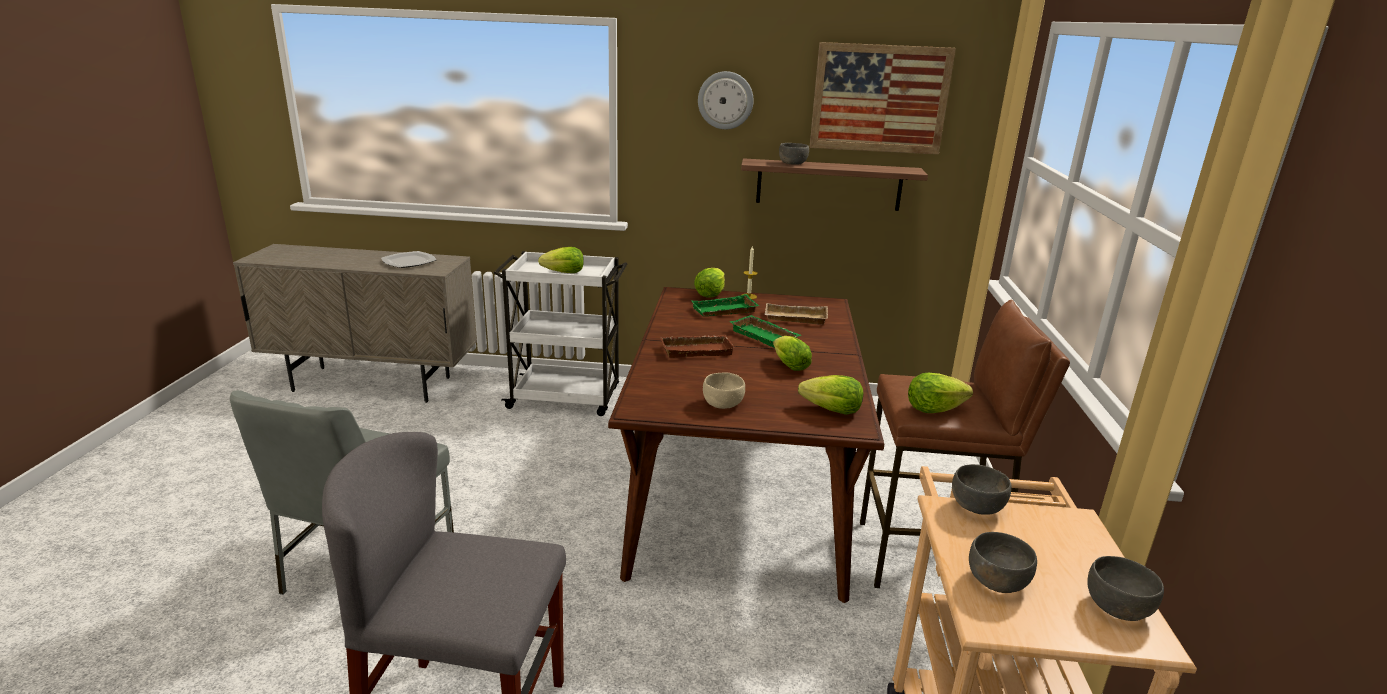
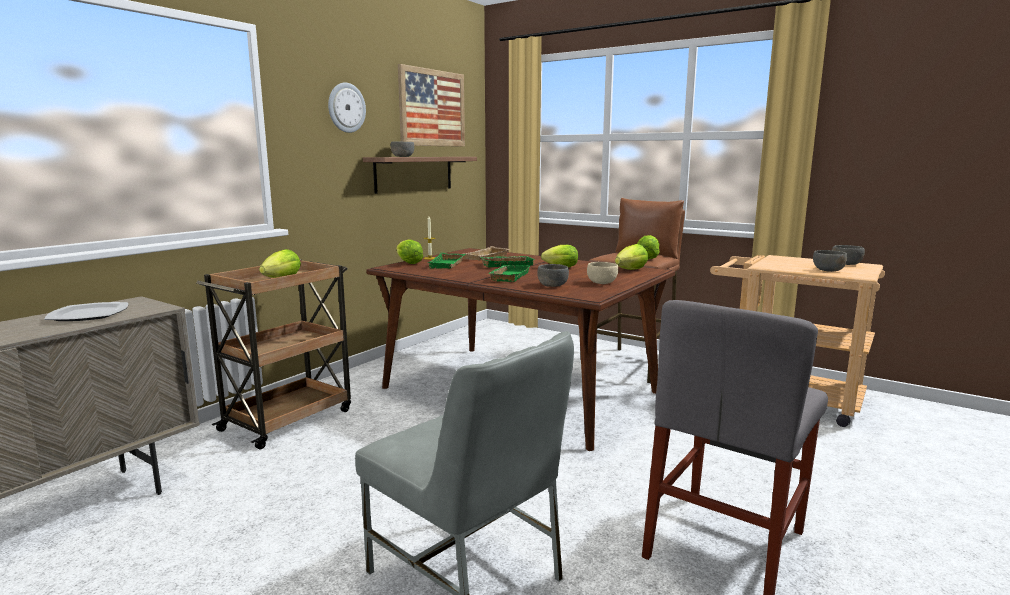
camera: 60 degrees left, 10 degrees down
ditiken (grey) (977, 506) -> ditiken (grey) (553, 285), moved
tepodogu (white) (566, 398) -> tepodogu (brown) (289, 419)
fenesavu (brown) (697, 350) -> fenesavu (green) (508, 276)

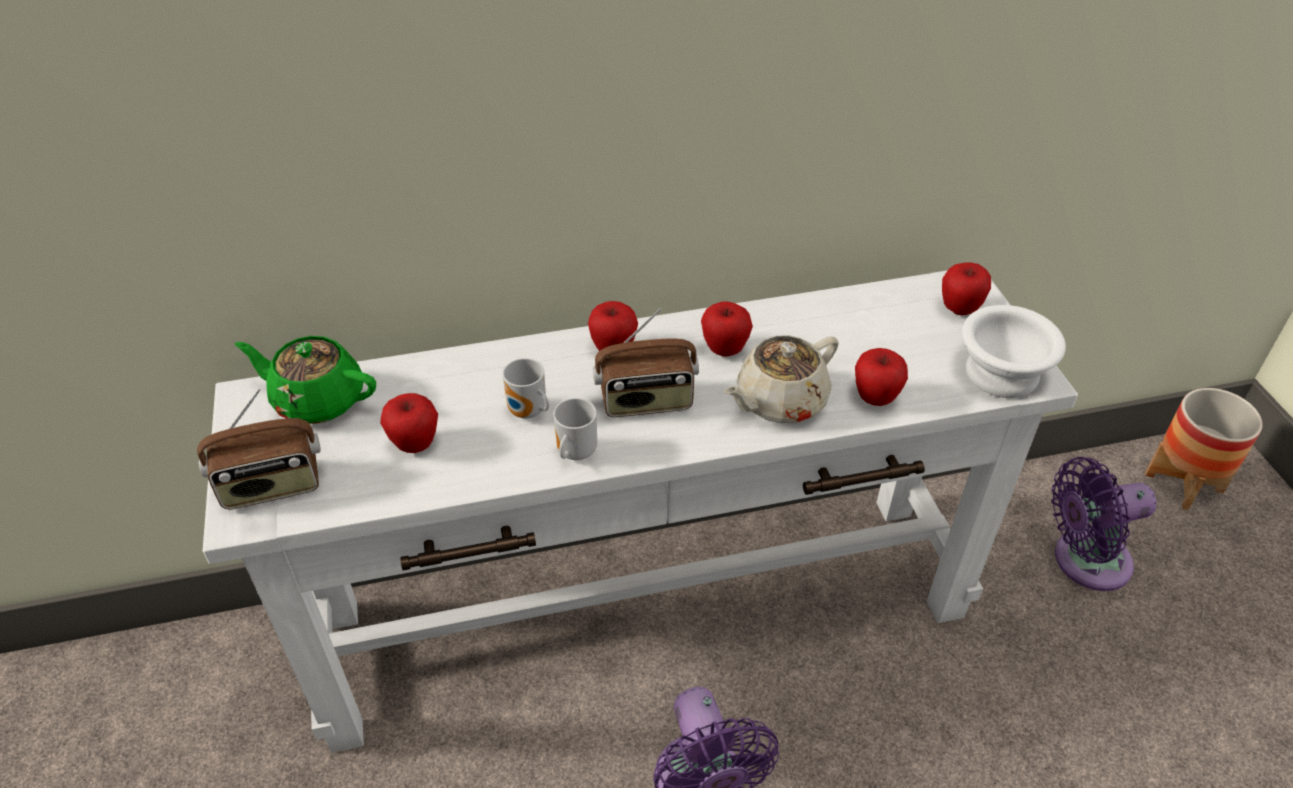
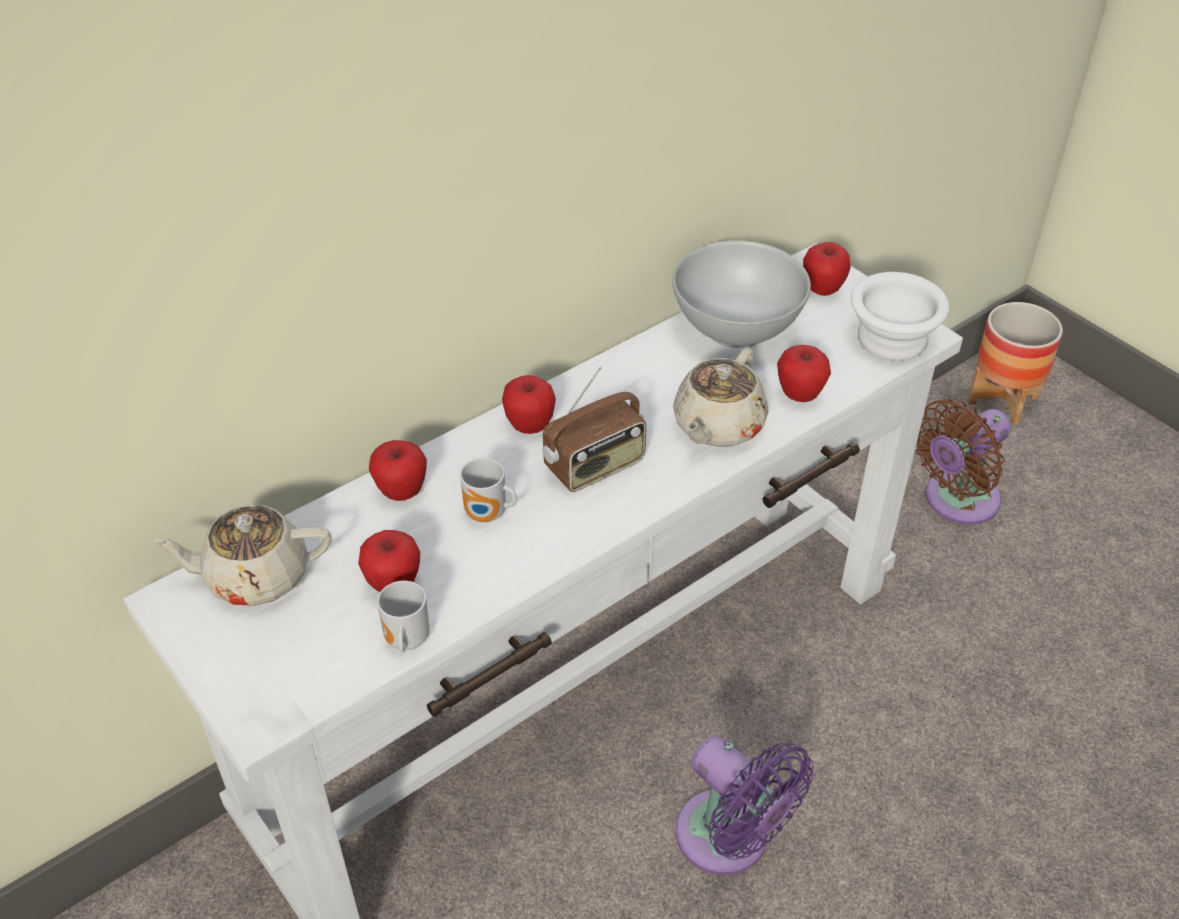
camera: 25 degrees left, 0 degrees up
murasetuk (272, 486) -> none
none -> ditiken (white) (737, 329)
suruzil (574, 453) -> suruzil (405, 642), moved
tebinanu (724, 349) -> tebinanu (401, 492), moved
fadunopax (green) (317, 400) -> fadunopax (beige) (255, 576)
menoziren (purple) (1084, 561) -> menoziren (brown) (956, 501)

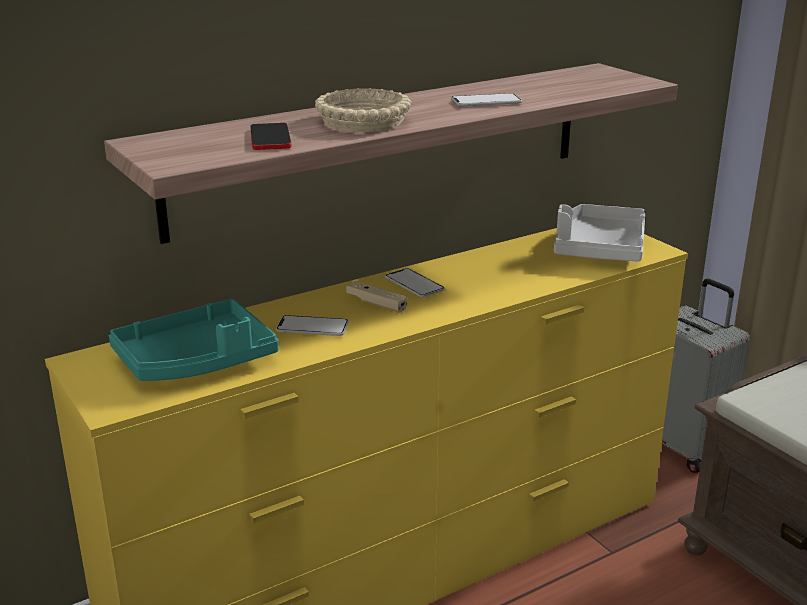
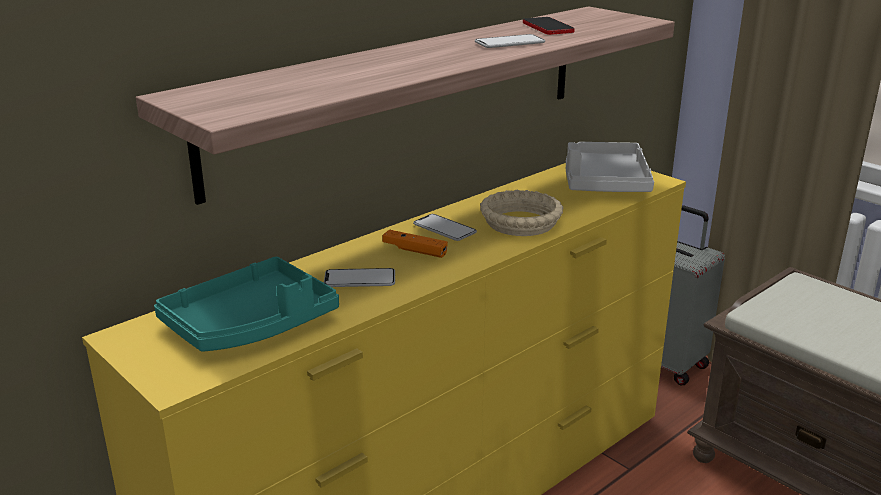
camera: 10 degrees left, 0 degrees up
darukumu (270, 138) -> darukumu (547, 27), moved
ditiken (beige) (363, 121) -> ditiken (beige) (520, 222), moved
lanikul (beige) (376, 303) -> lanikul (orange) (414, 250)

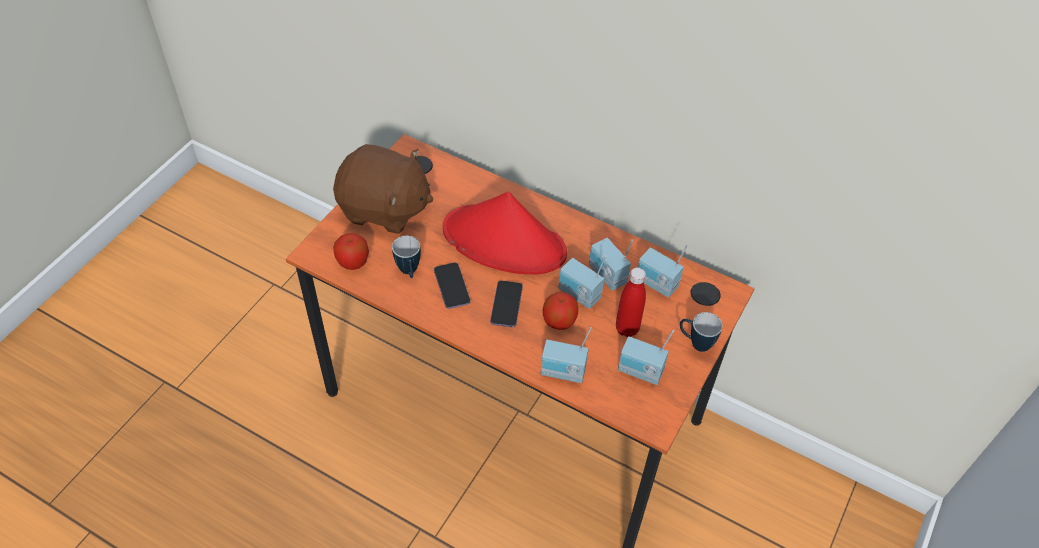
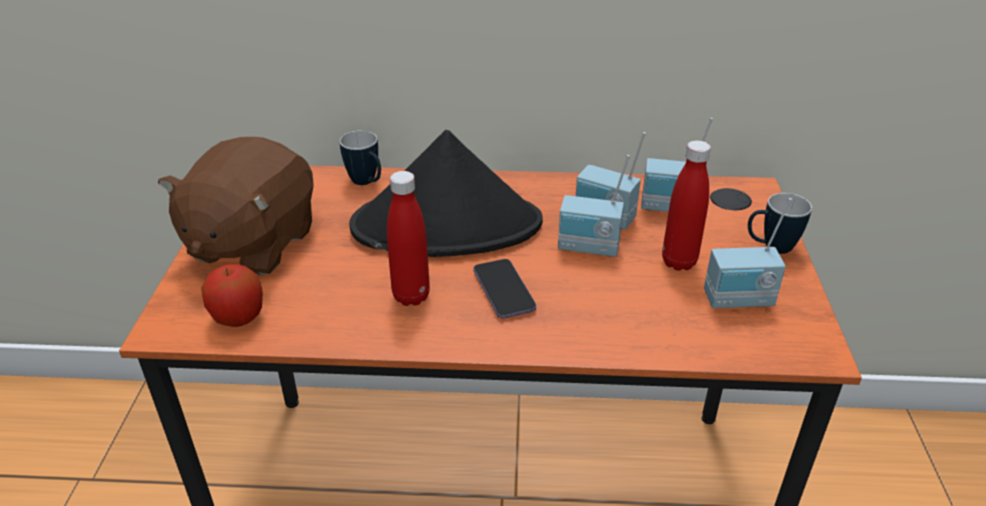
camera: 25 degrees left, 15 degrees down
murasetuk (562, 373) -> none
tebinanu (559, 321) -> none
suruzil (409, 272) -> suruzil (367, 183), moved
darukumu (452, 286) -> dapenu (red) (411, 296)
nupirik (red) (505, 242) -> nupirik (black) (448, 226)
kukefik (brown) (384, 209) -> kukefik (brown) (251, 243), 120 degrees clockwise

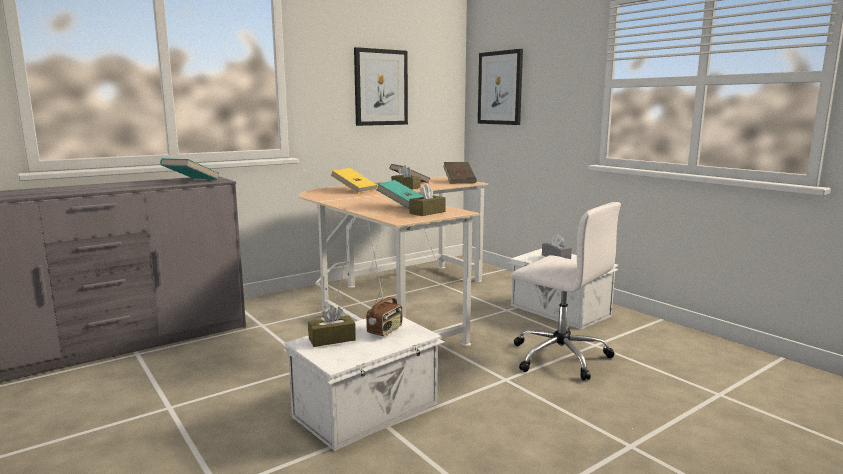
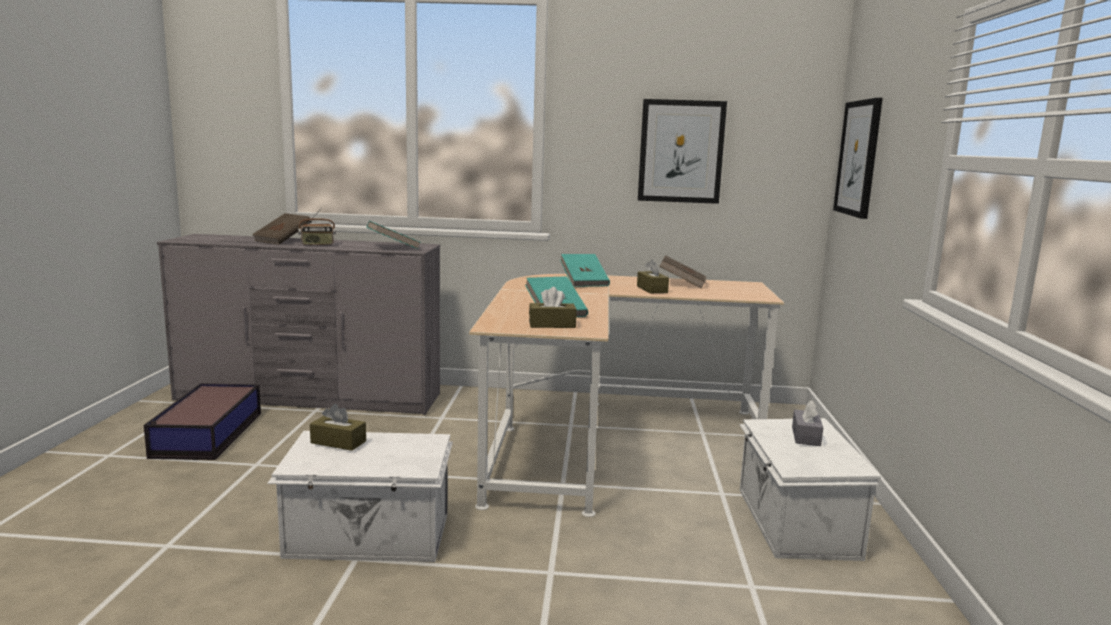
camera: 40 degrees right, 0 degrees up
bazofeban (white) (558, 356) -> none
none -> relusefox (207, 435)
murasetuk (385, 330) -> murasetuk (317, 245), moved
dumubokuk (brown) (459, 181) -> dumubokuk (brown) (283, 241), moved
dumubokuk (yellow) (354, 190) -> dumubokuk (turquoise) (584, 282)

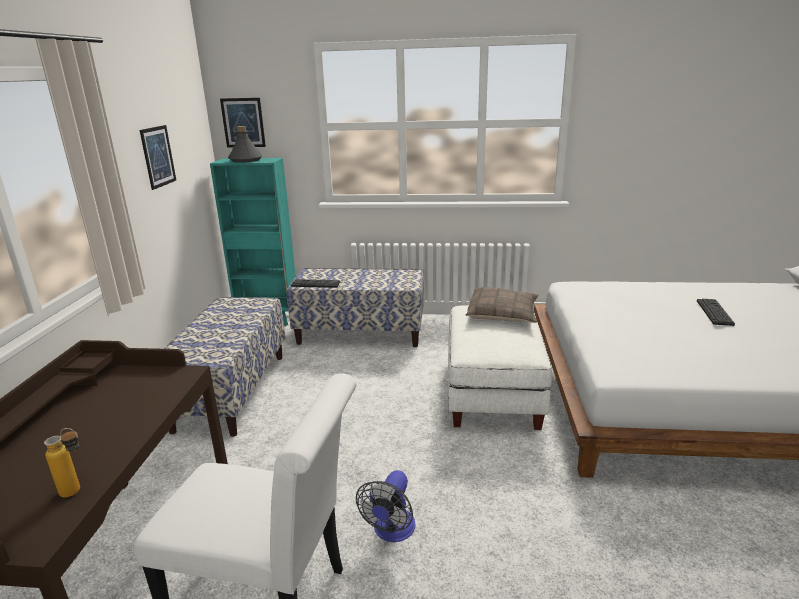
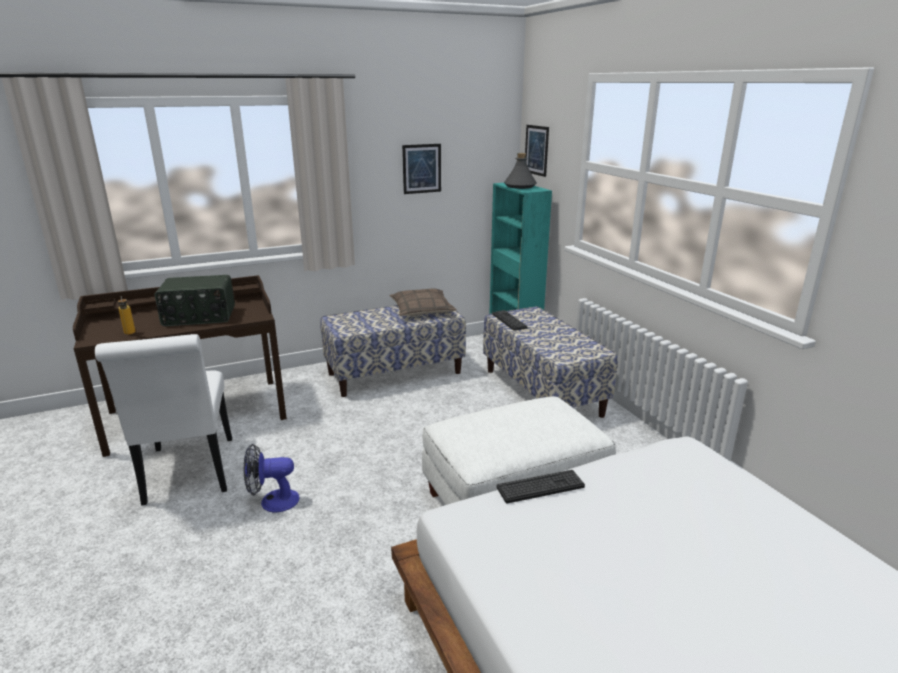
camera: 60 degrees right, 0 degrees up
none -> murasetuk (199, 317)
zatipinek (502, 314) -> zatipinek (422, 310), moved
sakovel (714, 312) -> sakovel (540, 487), moved

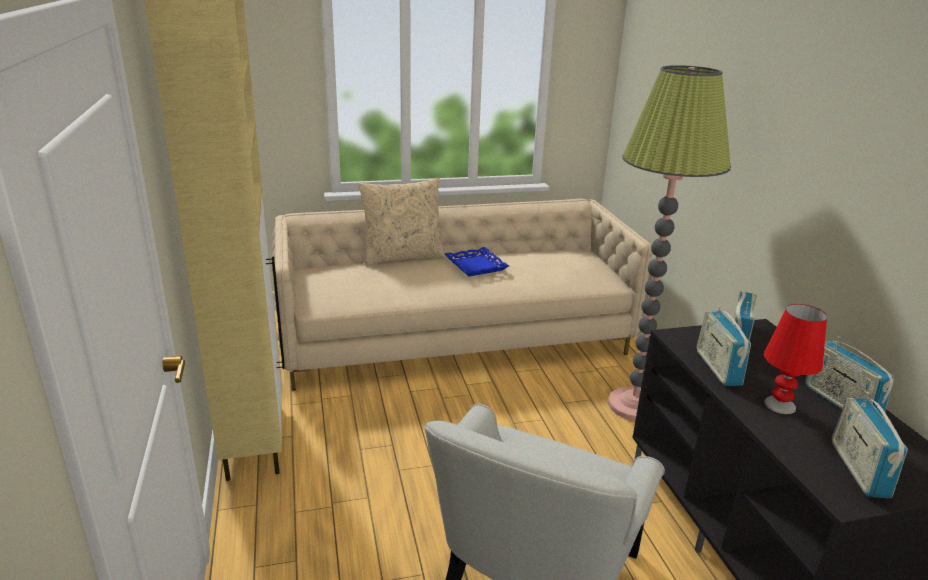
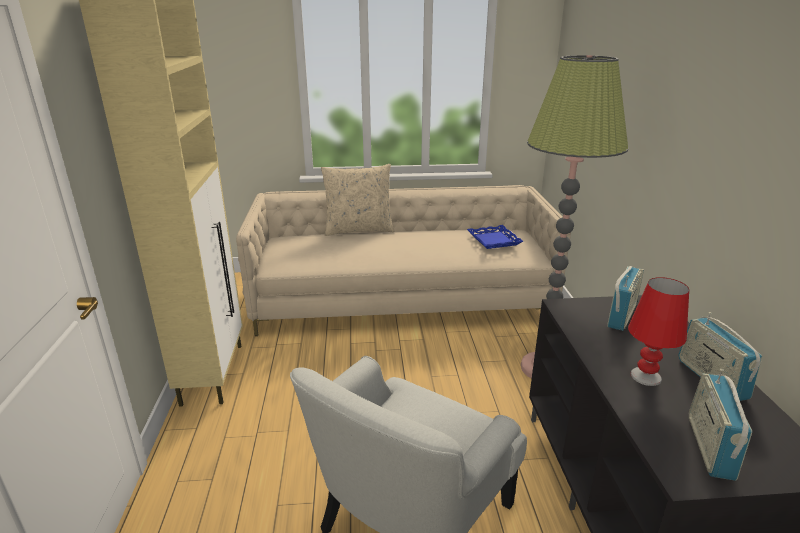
camera: 10 degrees right, 0 degrees up
murasetuk (717, 368) -> none
fenesavu (blue) (476, 266) -> fenesavu (blue) (494, 240), moved

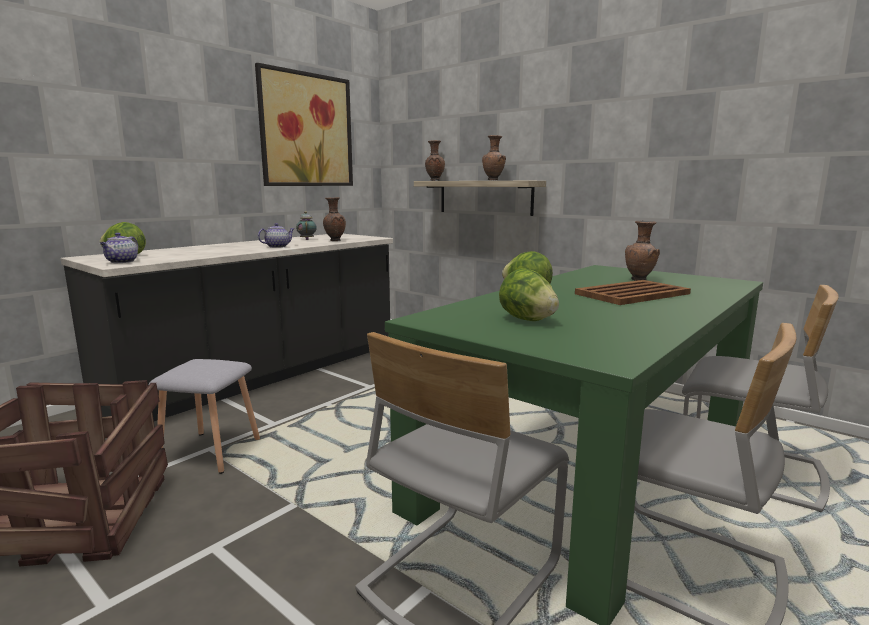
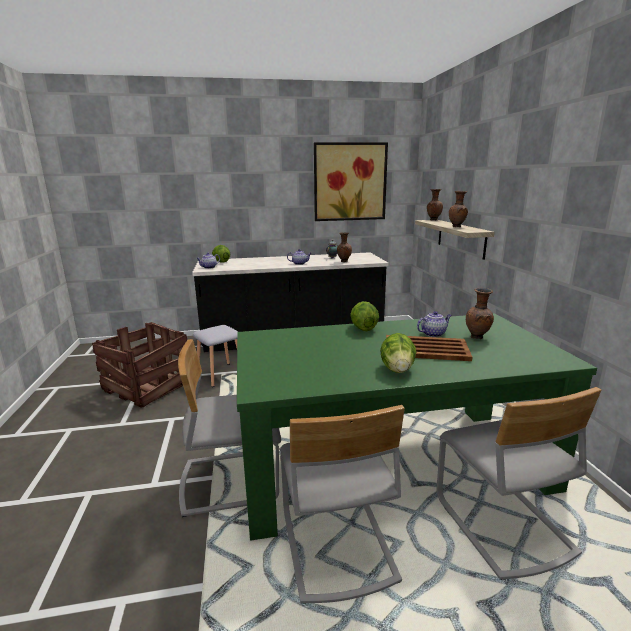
camera: 40 degrees right, 5 degrees up
none -> fadunopax (433, 334)
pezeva (527, 320) -> pezeva (397, 369), moved

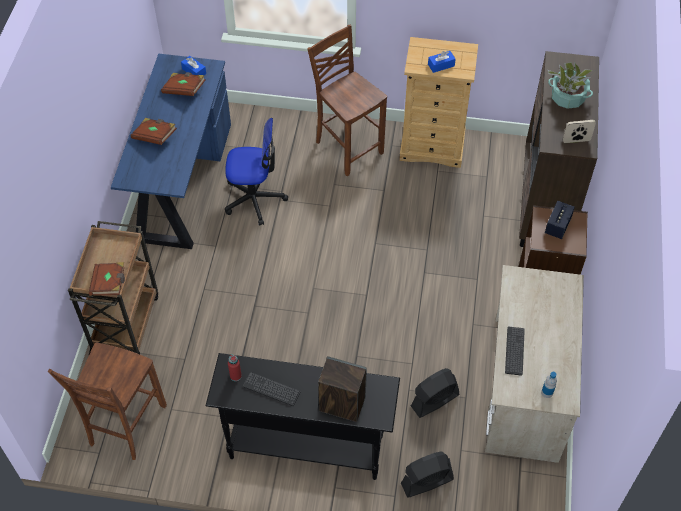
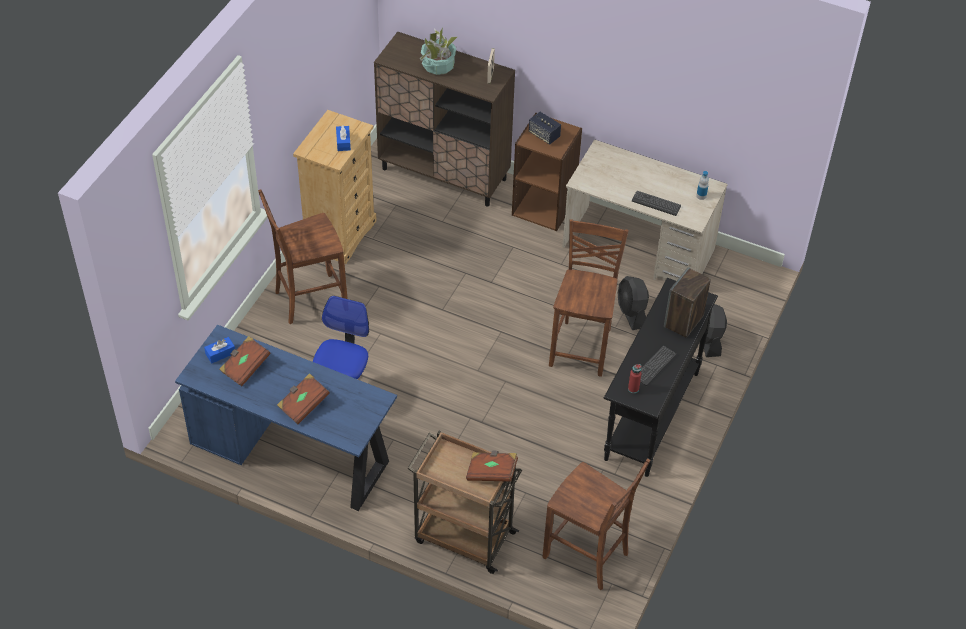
camera: 75 degrees left, 5 degrees down
none -> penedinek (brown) (582, 347)

